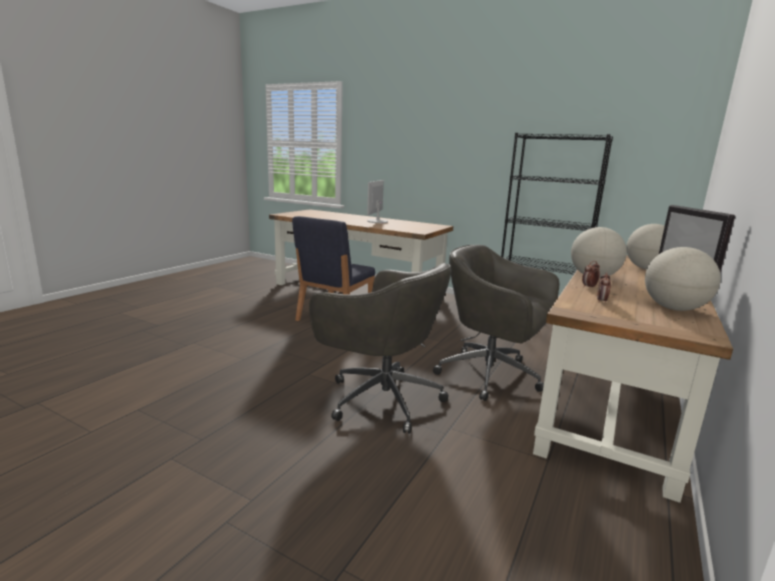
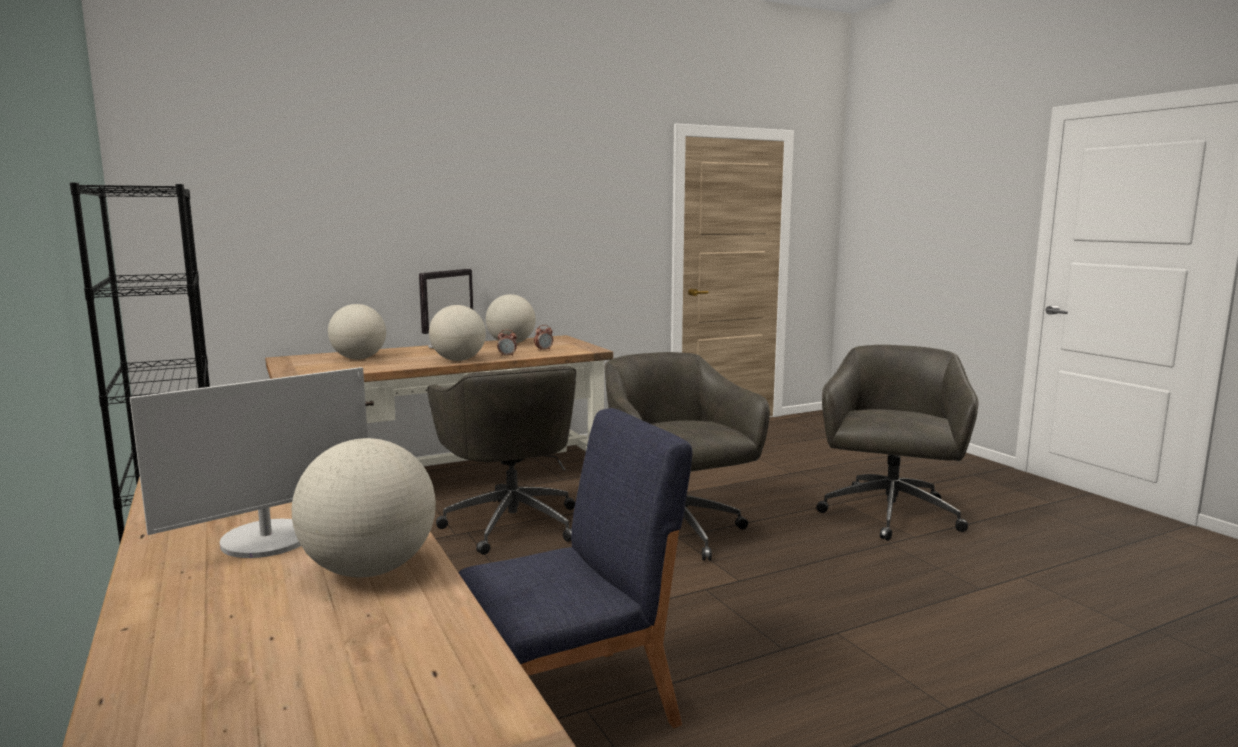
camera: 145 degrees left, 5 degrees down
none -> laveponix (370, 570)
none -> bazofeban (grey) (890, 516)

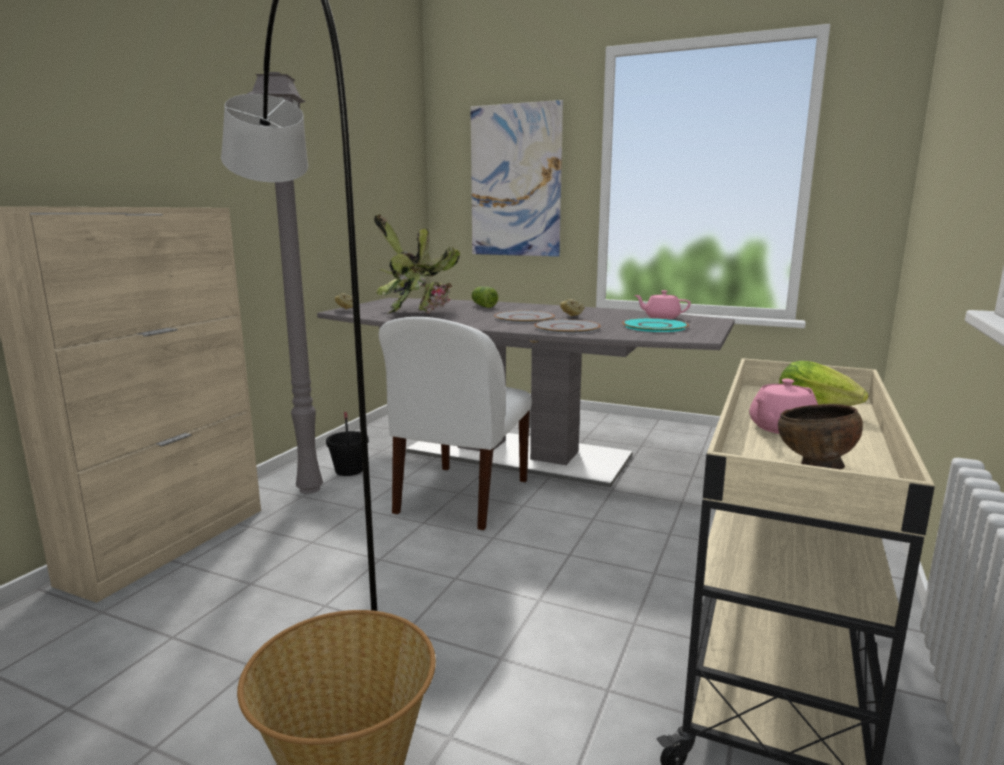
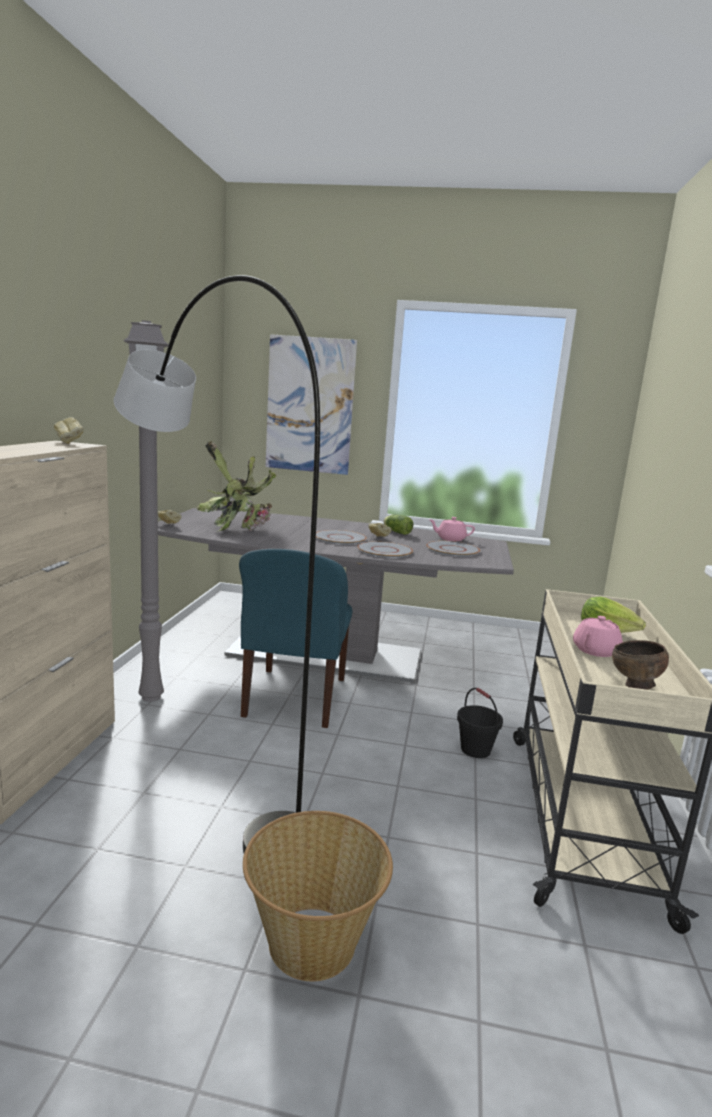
camera: 15 degrees left, 0 degrees up
none -> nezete (69, 442)
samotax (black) (349, 470) -> samotax (black) (476, 750), moved
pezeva (483, 306) -> pezeva (396, 532), moved
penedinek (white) (461, 498) -> penedinek (blue) (294, 699)
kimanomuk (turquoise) (654, 326) -> kimanomuk (grey) (452, 549)

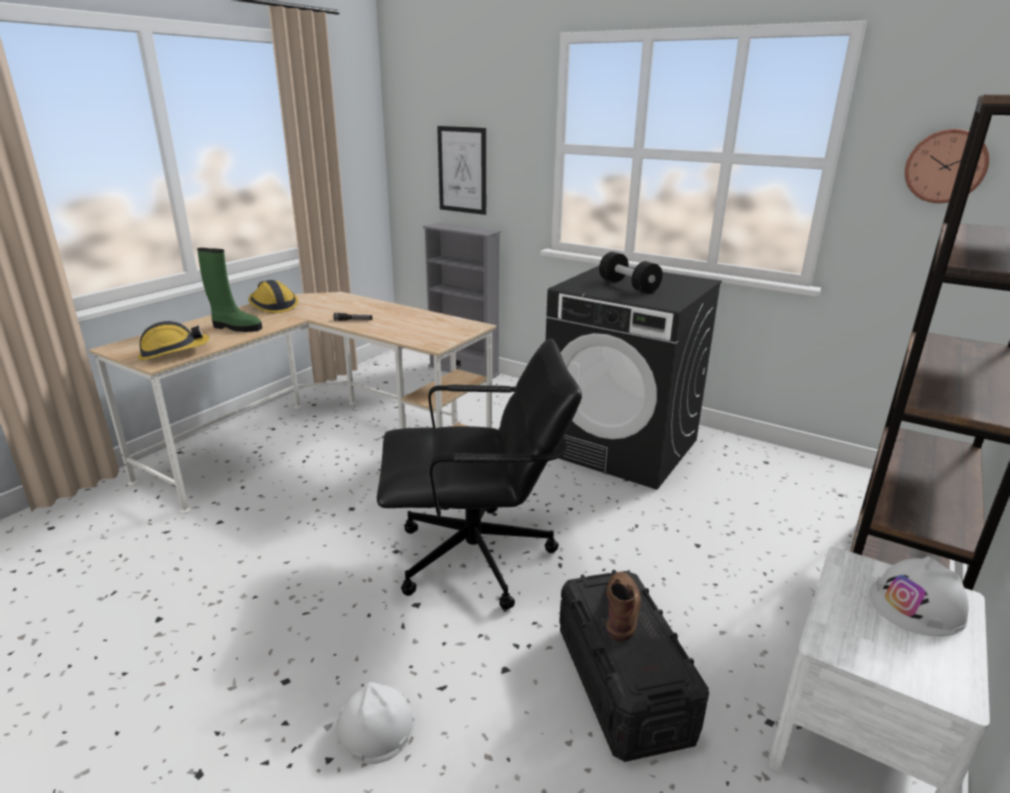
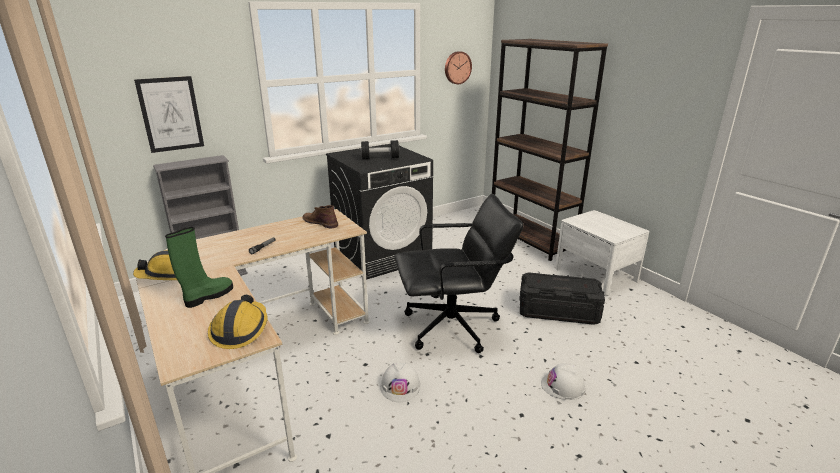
camera: 65 degrees left, 0 degrees up
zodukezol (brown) (621, 608) -> zodukezol (brown) (320, 222), moved
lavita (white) (917, 606) -> lavita (white) (400, 386), moved
bazofeban (black) (476, 558) -> bazofeban (black) (452, 327), 60 degrees clockwise

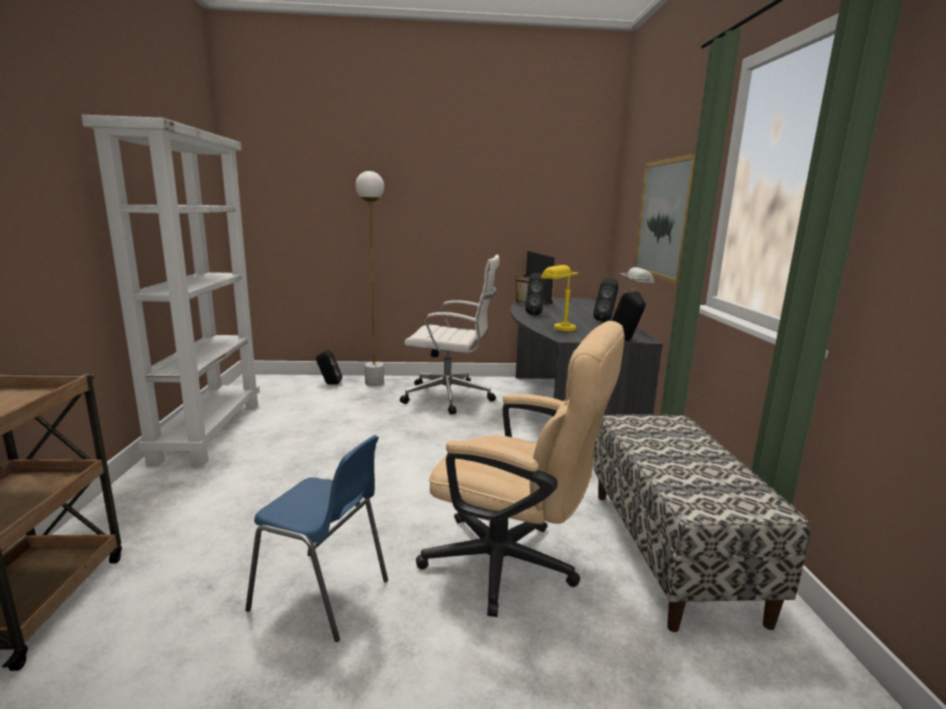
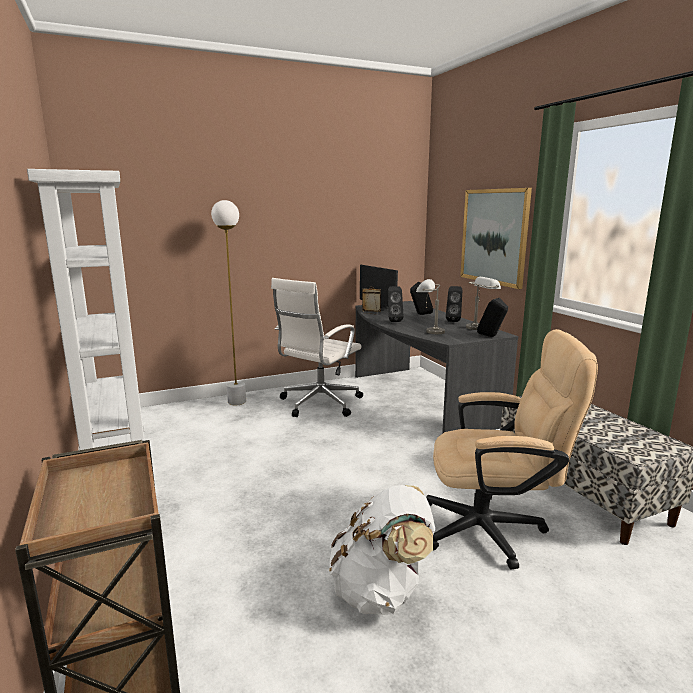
camera: 20 degrees left, 0 degrees up
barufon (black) (329, 384) -> barufon (black) (420, 314), moved
penedinek (blue) (323, 596) -> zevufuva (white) (381, 592)
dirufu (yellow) (557, 327) -> dirufu (grey) (428, 331)
bazofeban (white) (450, 397) -> bazofeban (white) (318, 404), 135 degrees clockwise

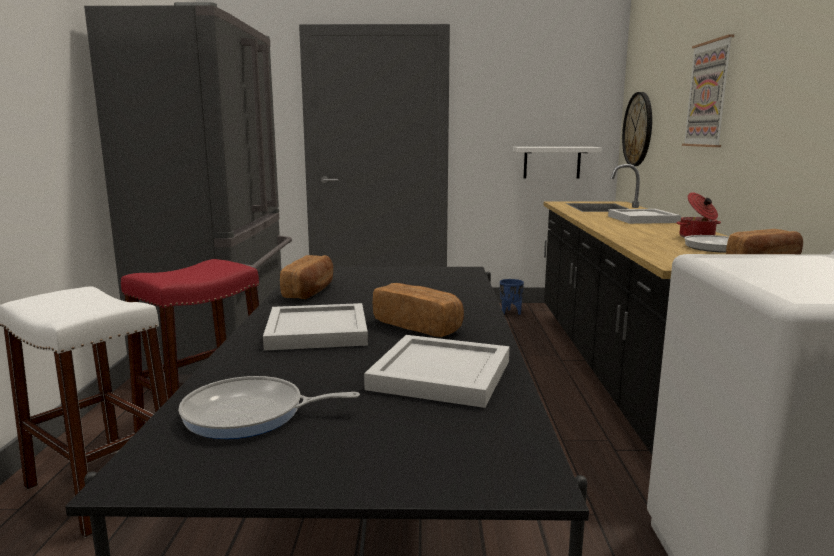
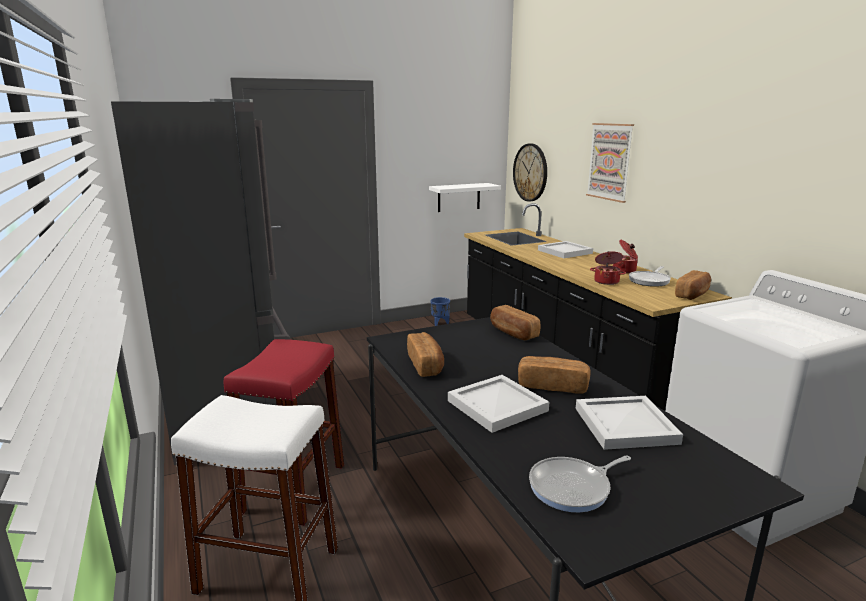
camera: 25 degrees left, 5 degrees up
none -> nezete (513, 333)
none -> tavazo (606, 281)

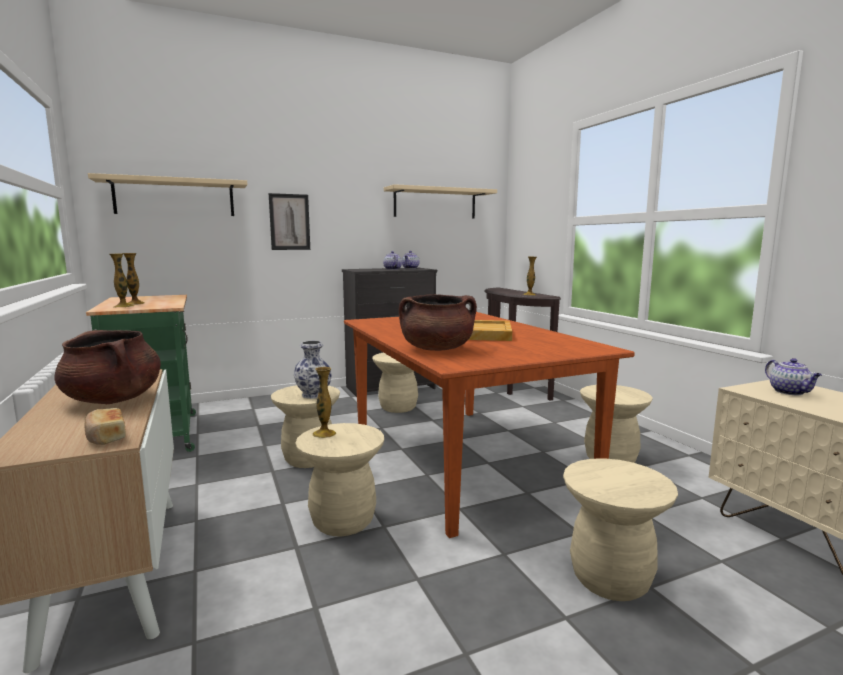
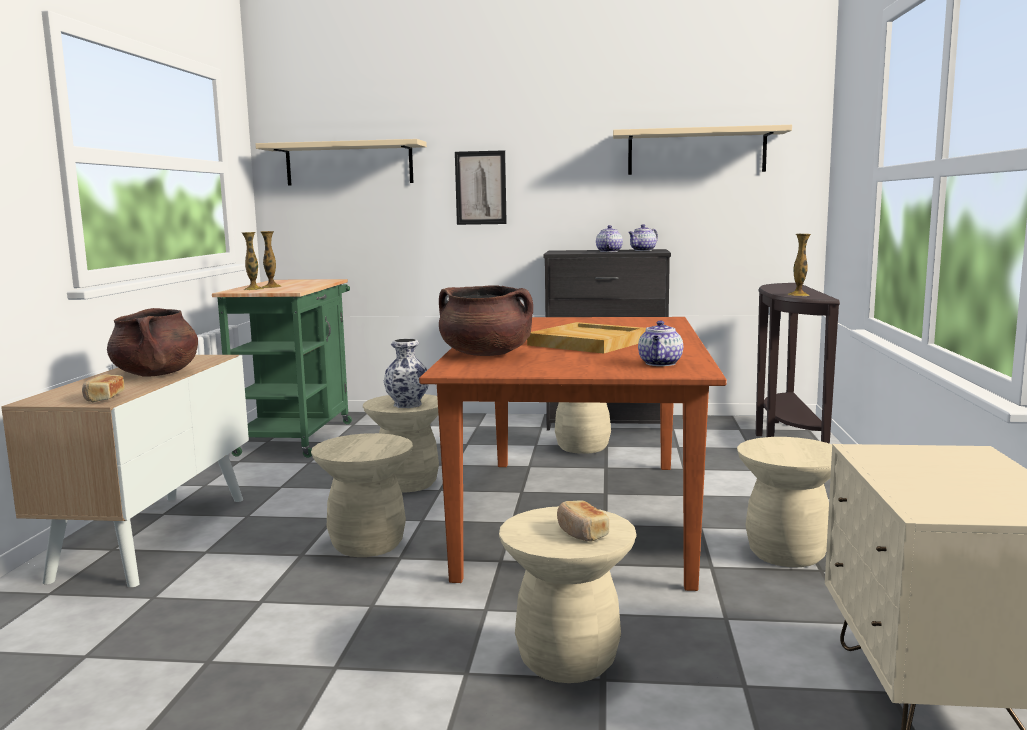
camera: 30 degrees right, 0 degrees up
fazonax (324, 434) -> none
none -> nezete (581, 532)
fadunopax (790, 392) -> fadunopax (660, 364), moved

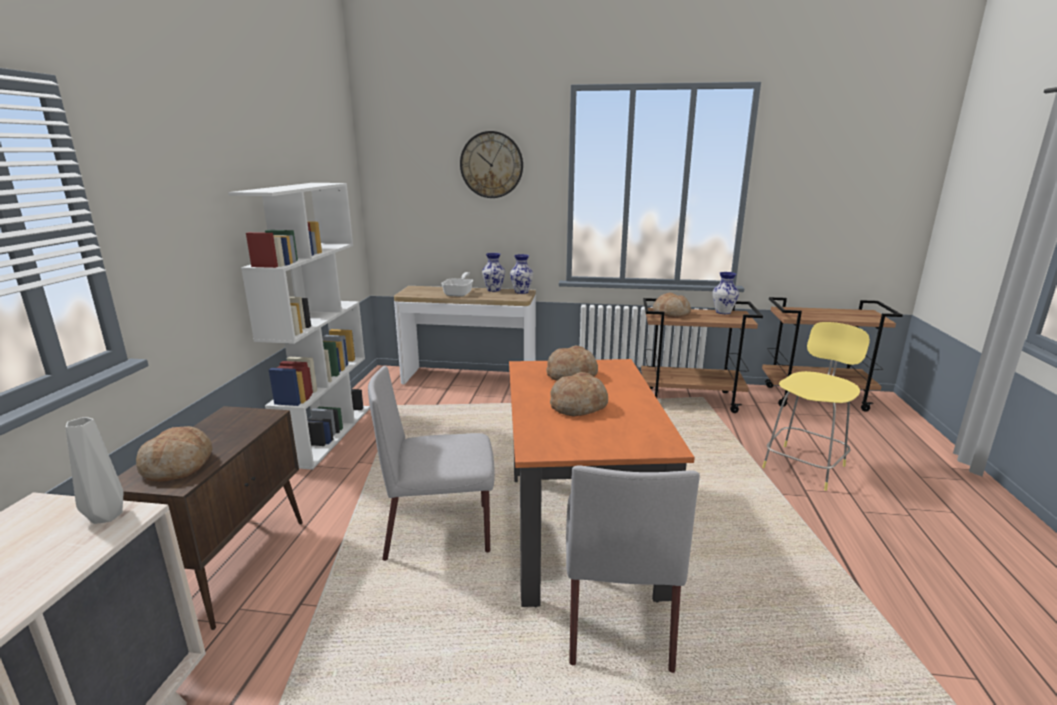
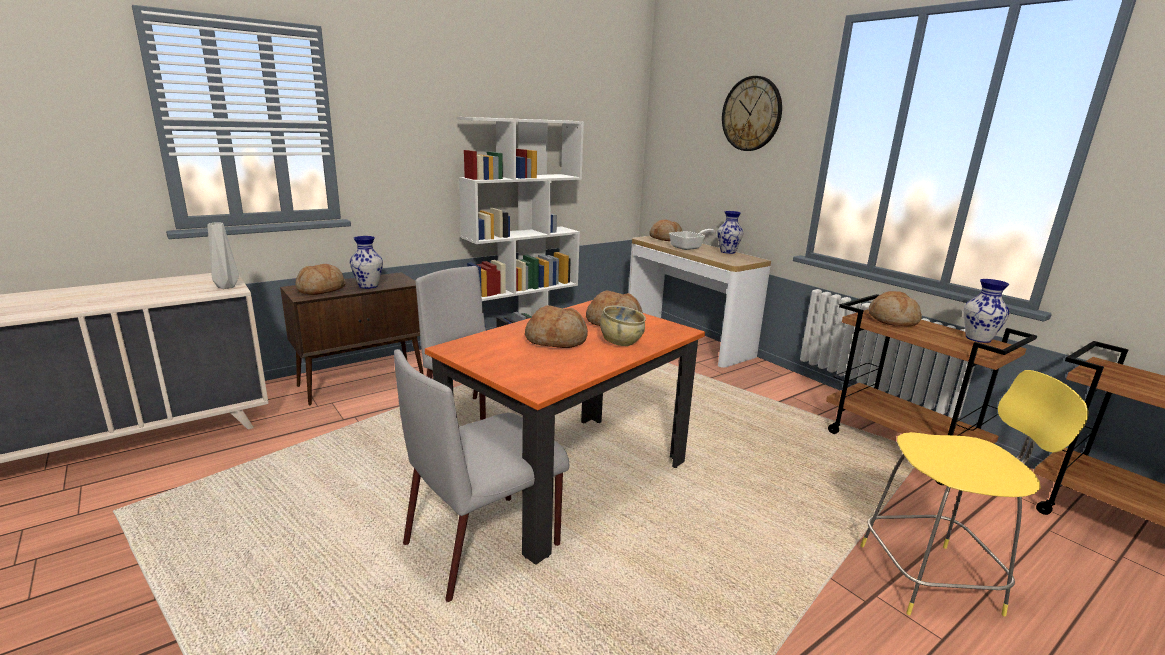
camera: 45 degrees right, 0 degrees up
none -> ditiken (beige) (621, 341)
none -> nezete (665, 238)
fazonax (522, 292) -> fazonax (368, 286), moved

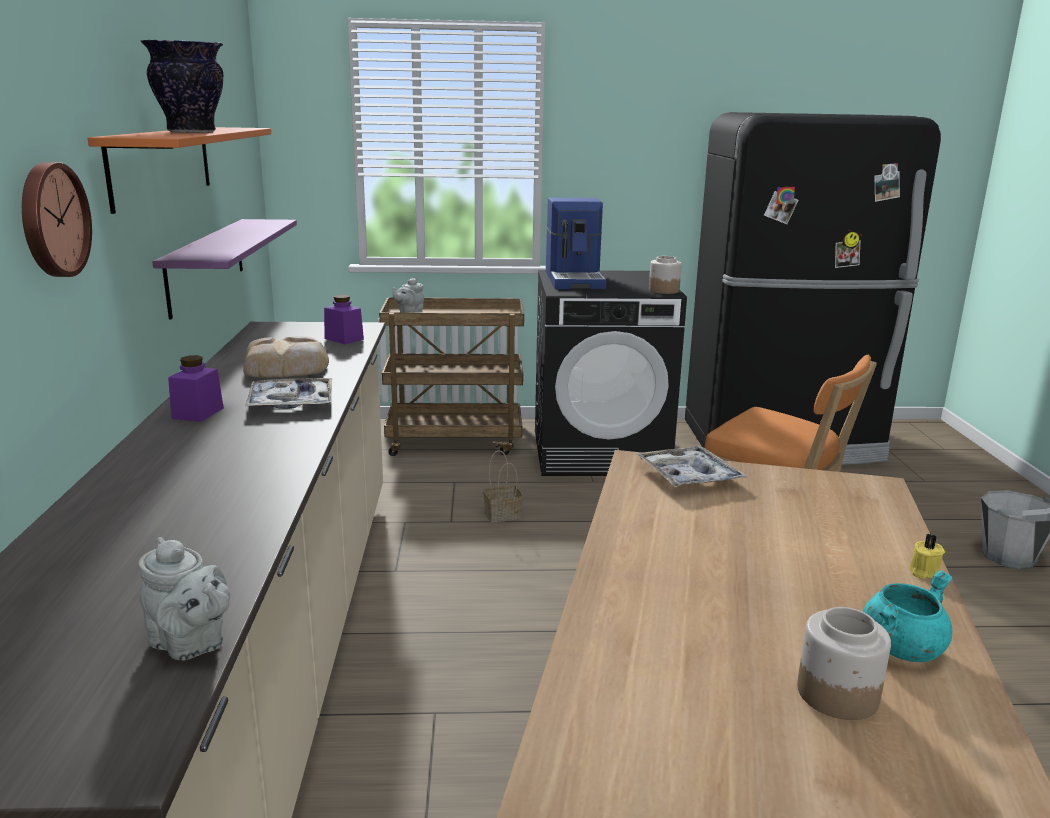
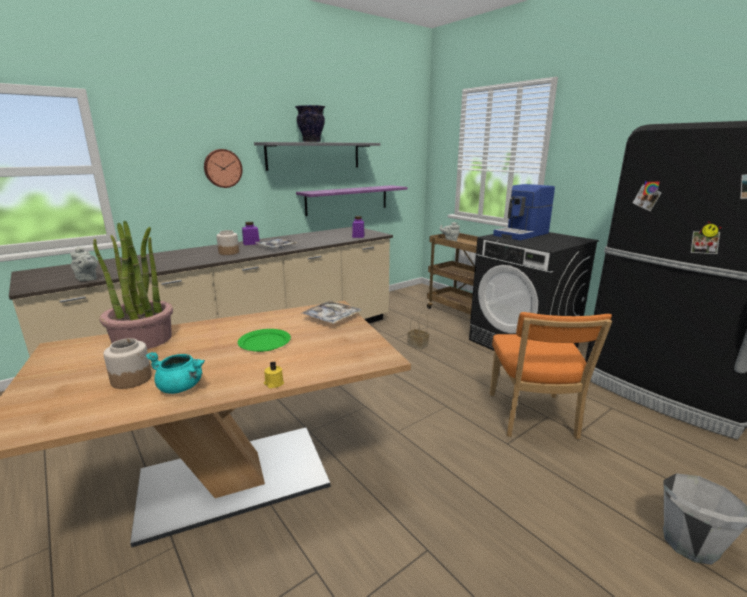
camera: 55 degrees right, 0 degrees up
nezete (287, 367) -> none
none -> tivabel (143, 339)
none -> kimanomuk (green) (264, 342)
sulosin (663, 290) -> sulosin (229, 252), moved
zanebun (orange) (162, 164) -> zanebun (grey) (314, 156)
fadunopax (grey) (190, 644) -> fadunopax (grey) (87, 279), 45 degrees counterclockwise

